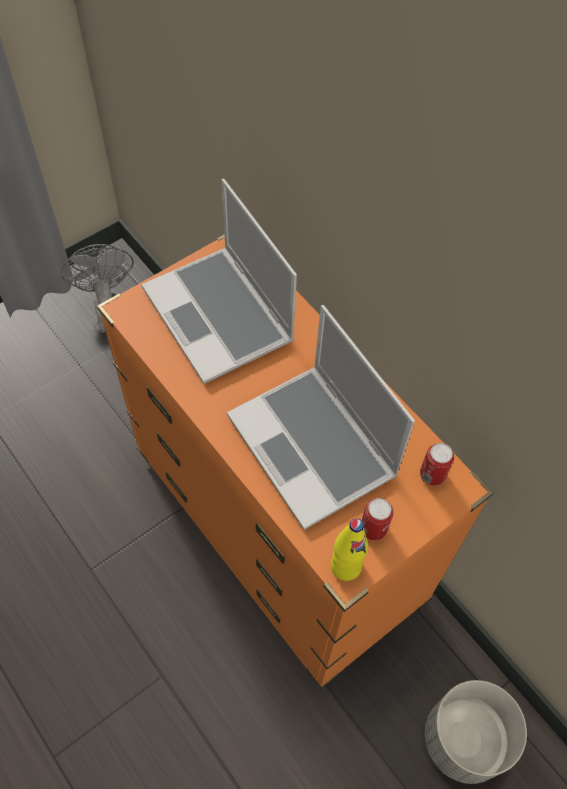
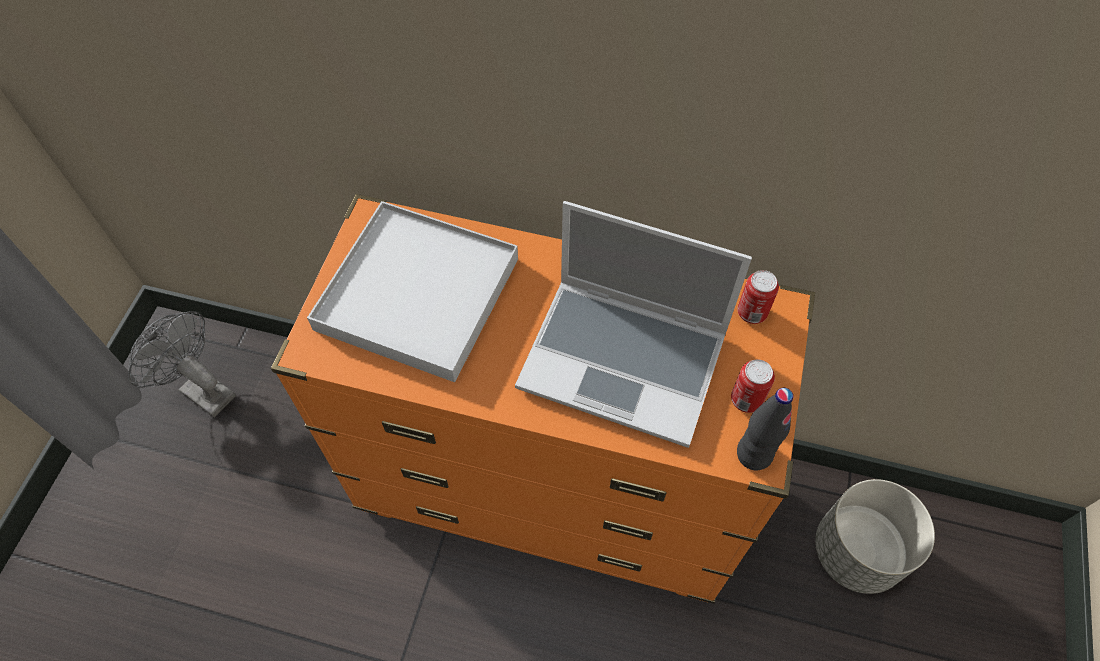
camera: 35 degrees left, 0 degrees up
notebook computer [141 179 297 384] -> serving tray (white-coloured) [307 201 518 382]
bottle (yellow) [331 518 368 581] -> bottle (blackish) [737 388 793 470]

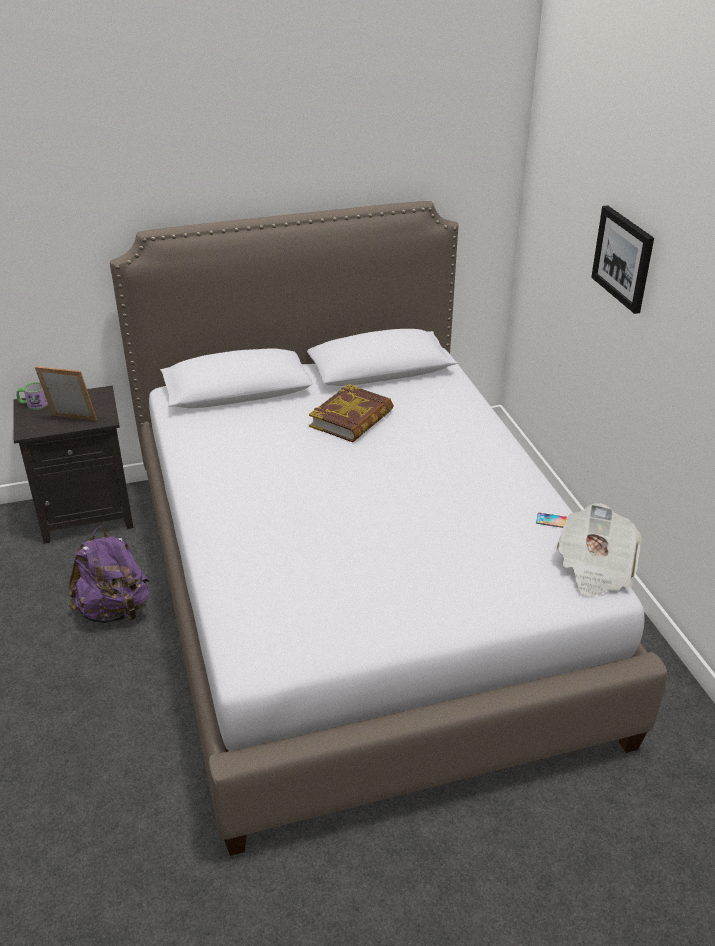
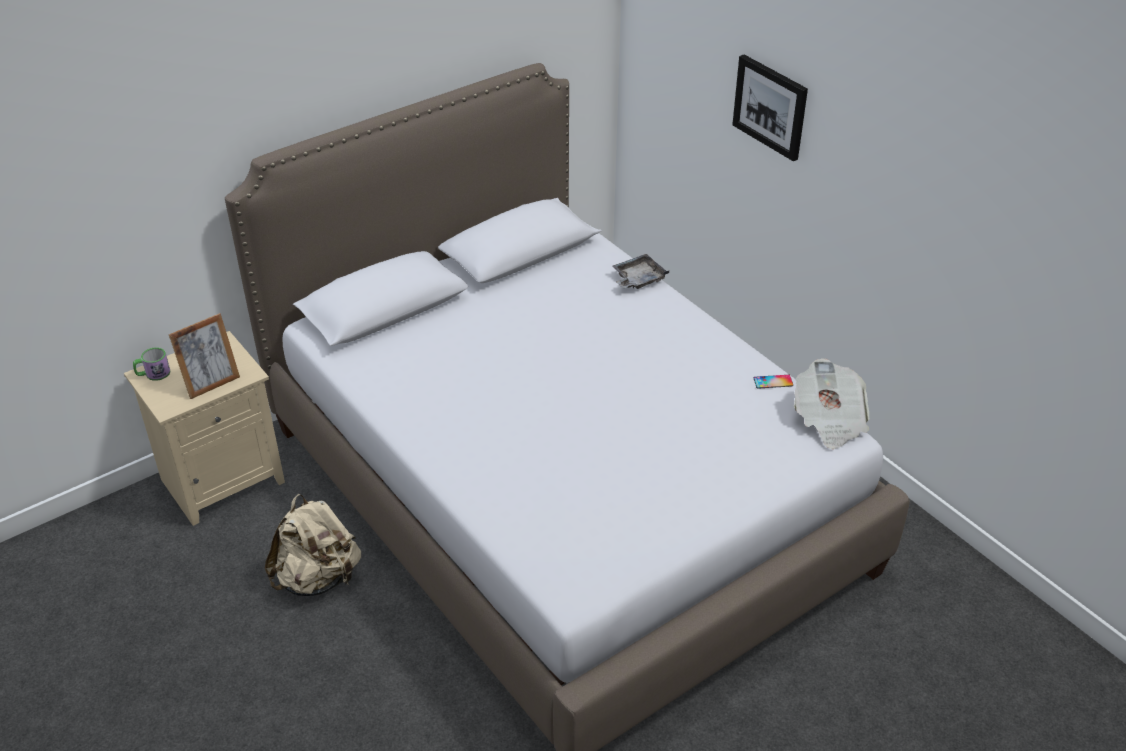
camera: 20 degrees left, 5 degrees up
night table (blackish) [13 386 133 544] -> night table (beige) [124 331 285 526]
picture frame [35 366 97 421] -> picture frame [169 313 240 399], 150 degrees clockwise
rucksack (purple) [68 526 150 623] -> rucksack (beige) [265 494 361 596]
bound book [309 384 393 442] -> none
none -> serving tray (gray) [613 254 670 289]

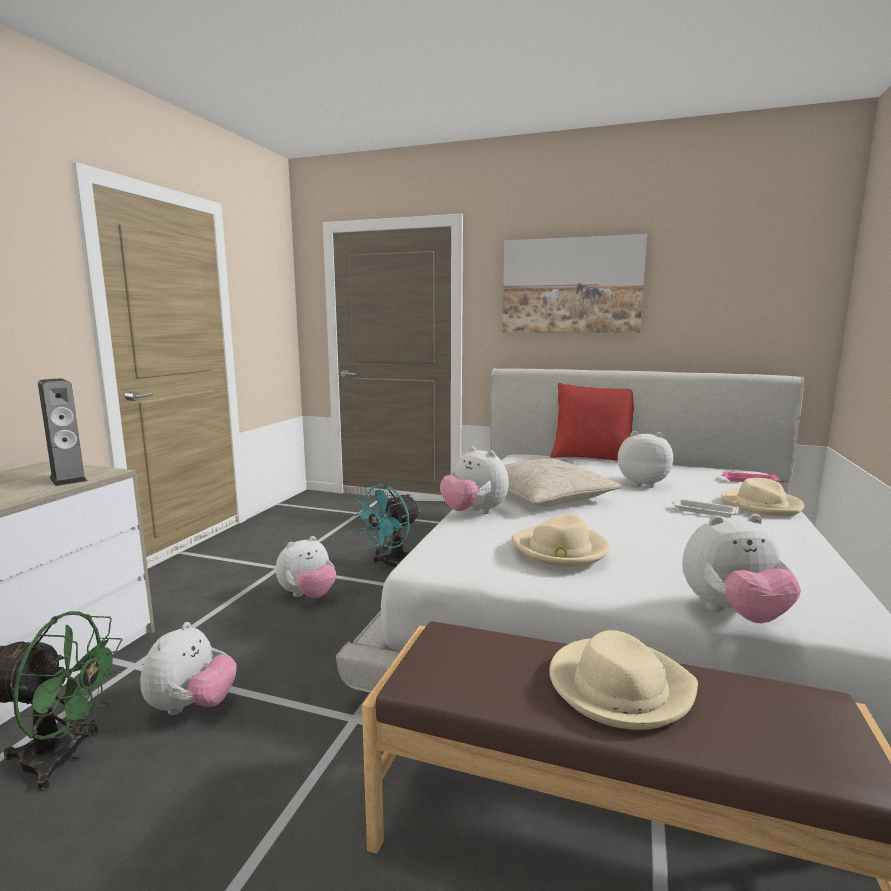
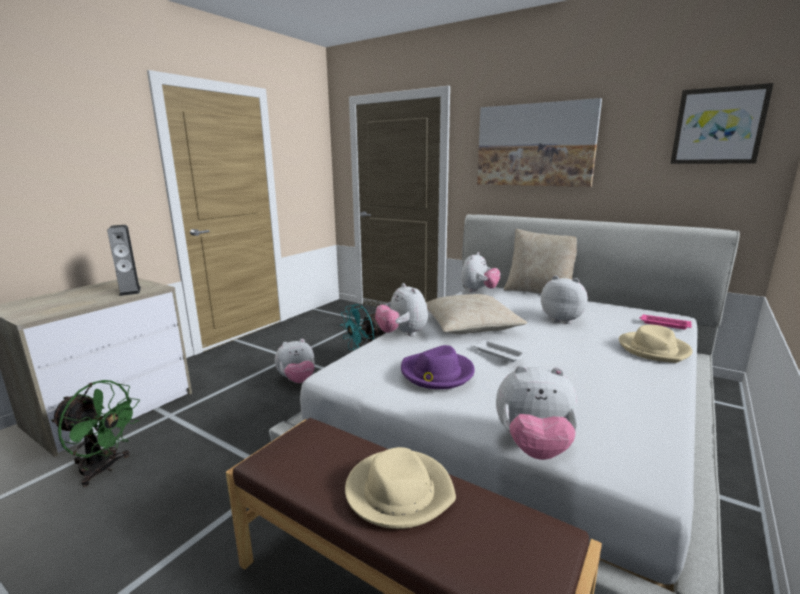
camera: 15 degrees right, 5 degrees up
soft toy [140 622 237 715] -> soft toy [461 252 501 292], moved
hat (beige) [511 514 610 567] -> hat (purple) [401 345 475 389]
cushion (reddish) [550 383 634 461] -> cushion (beige) [504 229 577 293]
serving tray (white-coloured) [672 499 739 518] -> serving tray (white-coloured) [473 340 528 362], moved
none -> wall picture [670 83 774 164]

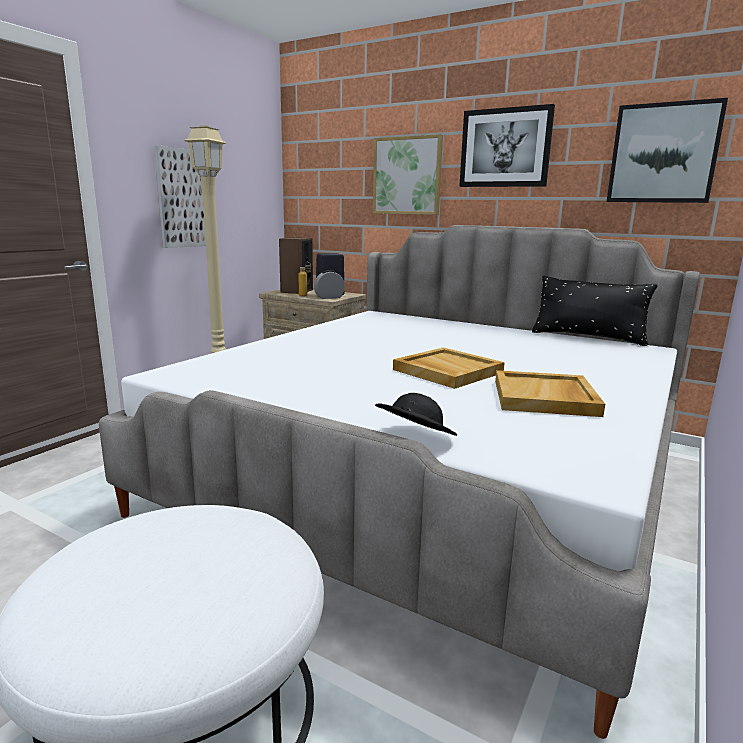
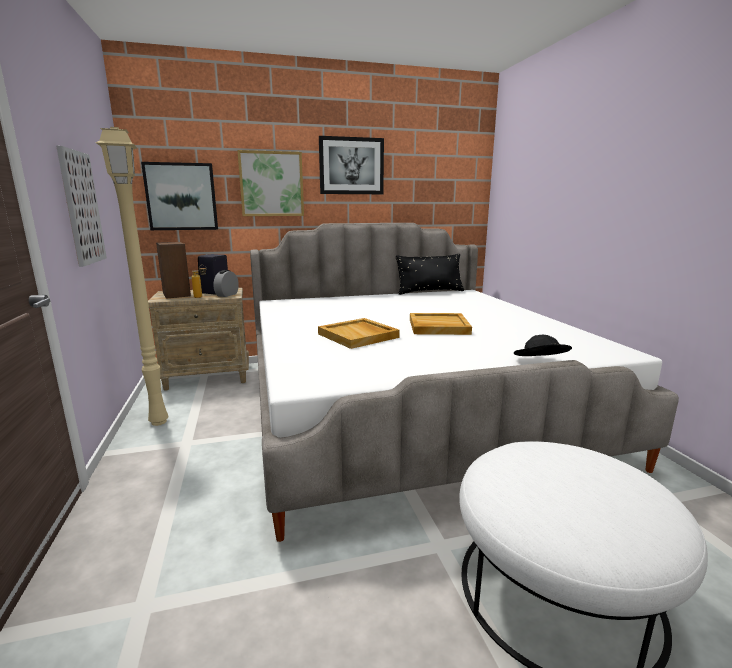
camera: 45 degrees left, 0 degrees up
serving tray (beige) [495 370 605 417] -> serving tray (beige) [318 318 400 349], moved
wall picture [607 98 728 203] -> wall picture [141 162 218 230], moved

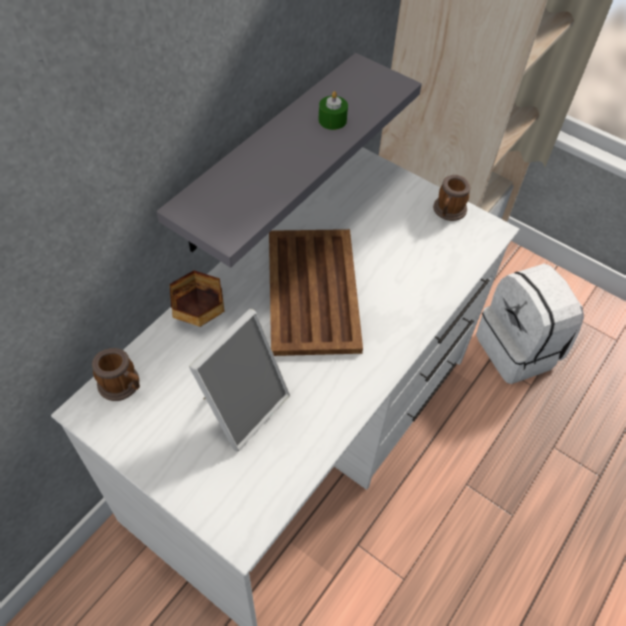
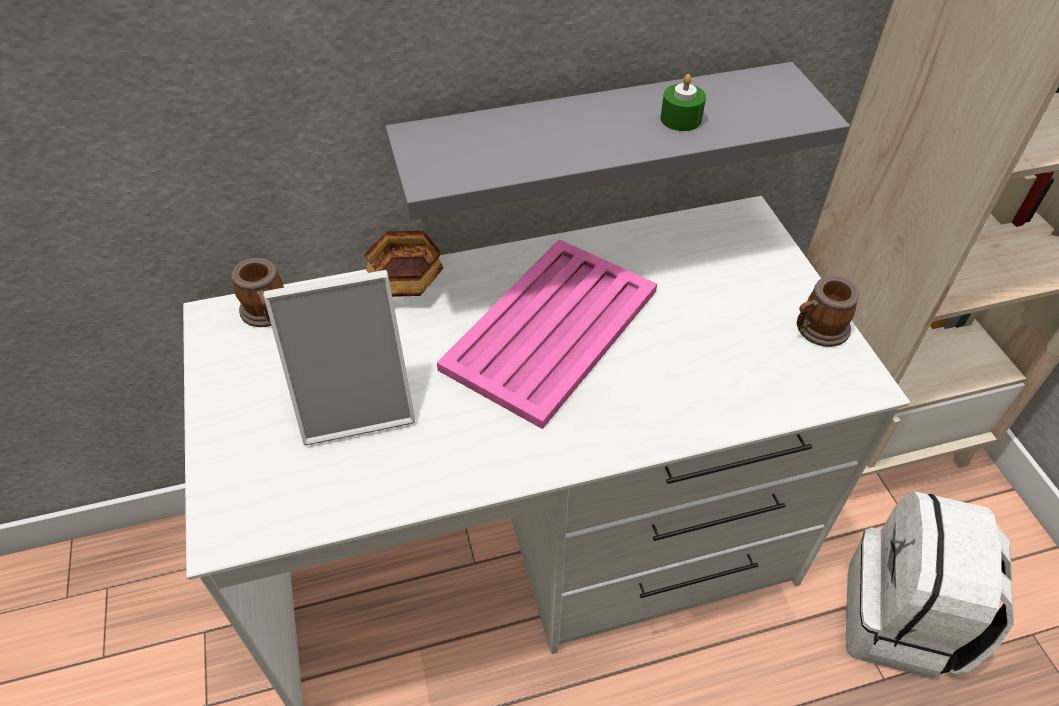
camera: 40 degrees right, 5 degrees down
serving tray (brownish) [269 229 363 356] -> serving tray (pink) [437 239 657 429]

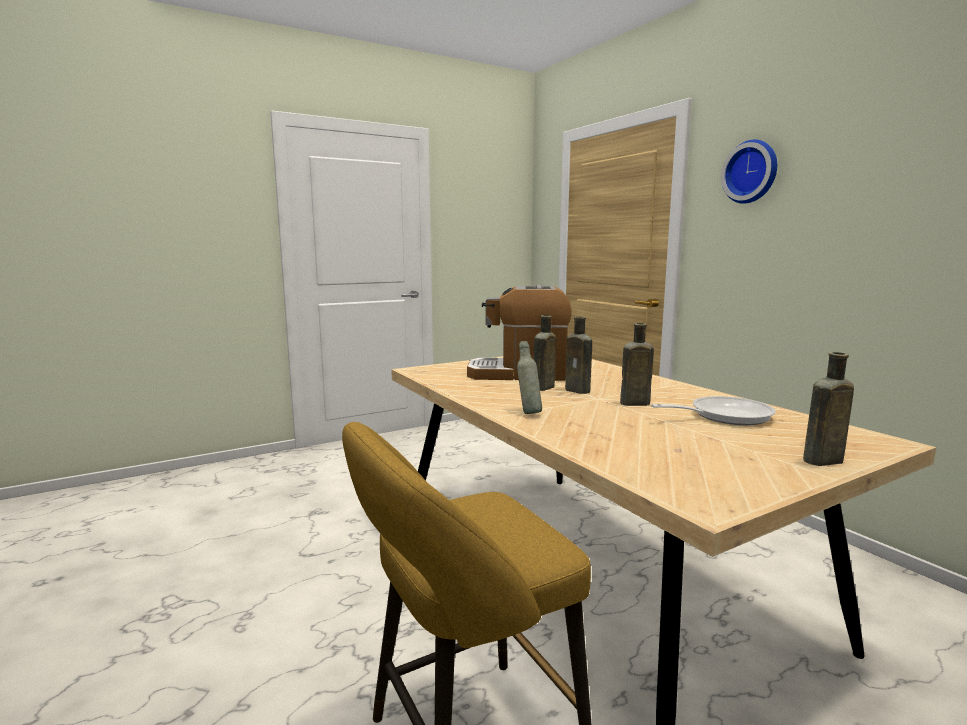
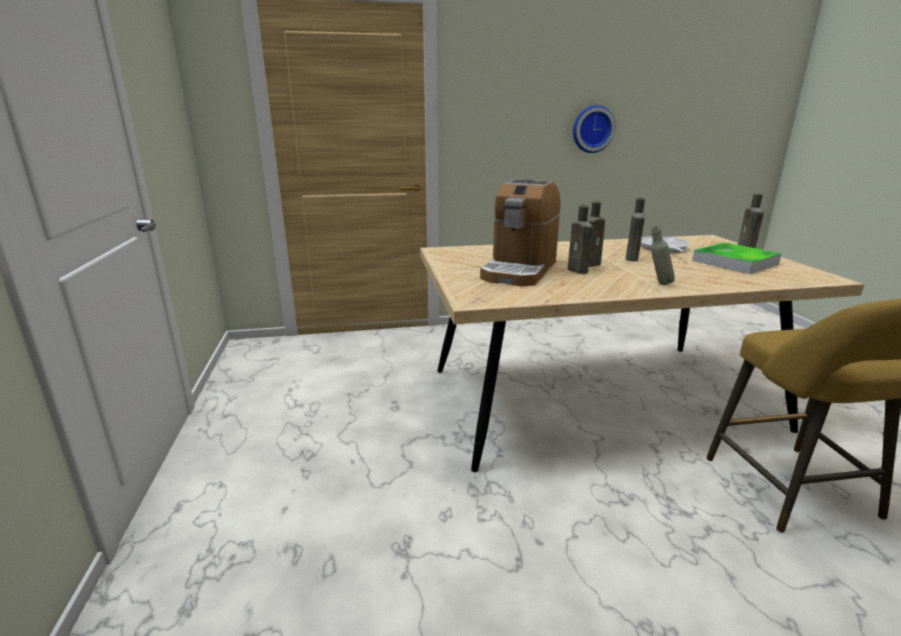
camera: 70 degrees left, 10 degrees up
wall clock [721 140 777 204] -> wall clock [573 105 615 153], moved
none -> serving tray [692 242 782 274]

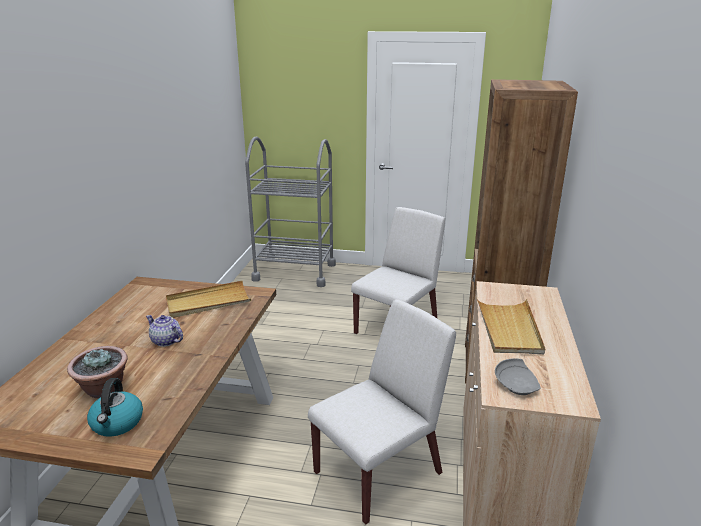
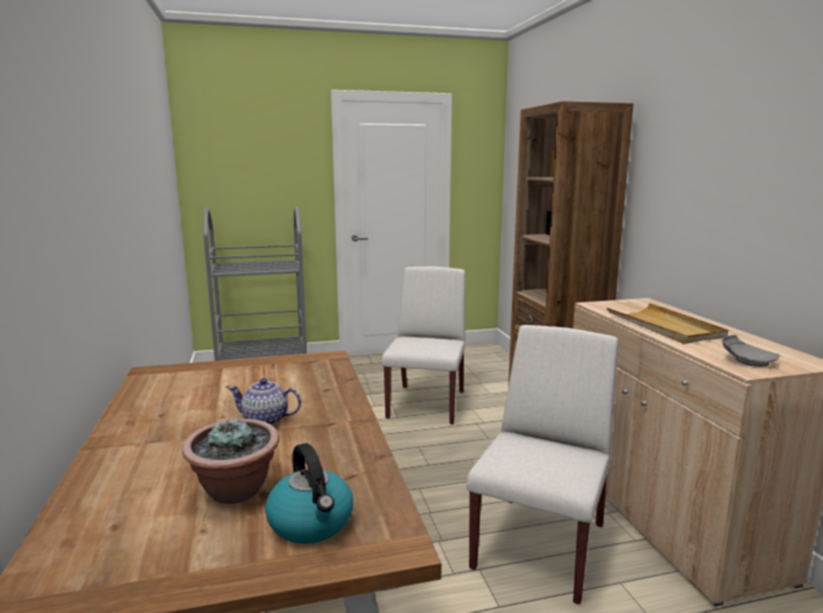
camera: 25 degrees left, 10 degrees down
serving tray (beige) [166 281 251 318] -> none

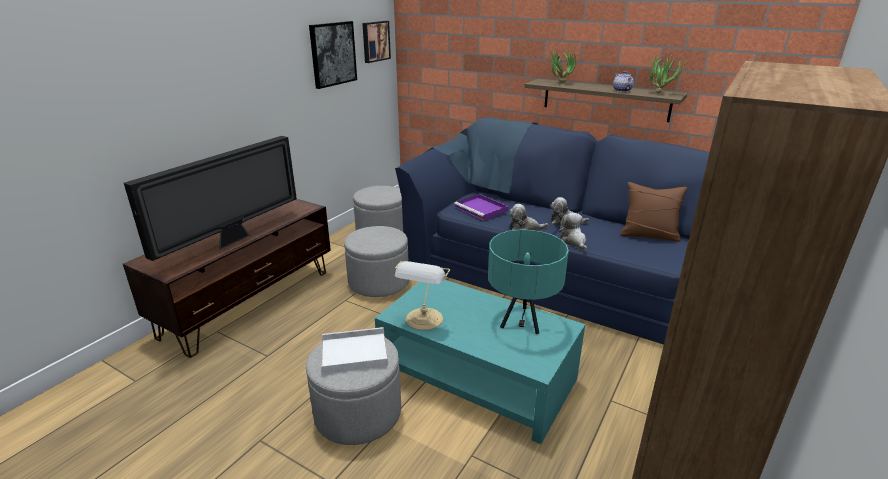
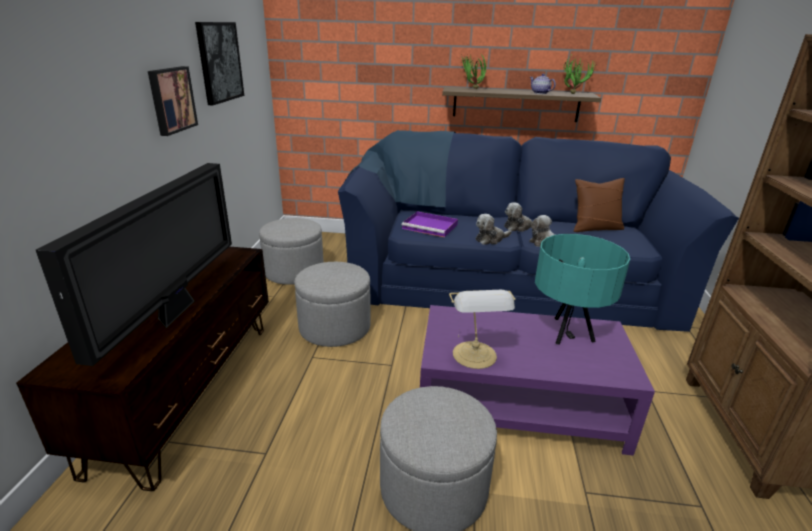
camera: 25 degrees left, 0 degrees up
serving tray (white-coloured) [321 327 388 374] -> none
wall picture [362 21 391 63] -> wall picture [148 66 198 136], moved
lounge table (turquoise-coloured) [375 280 585 444] -> lounge table (purple) [420 305 655 456]

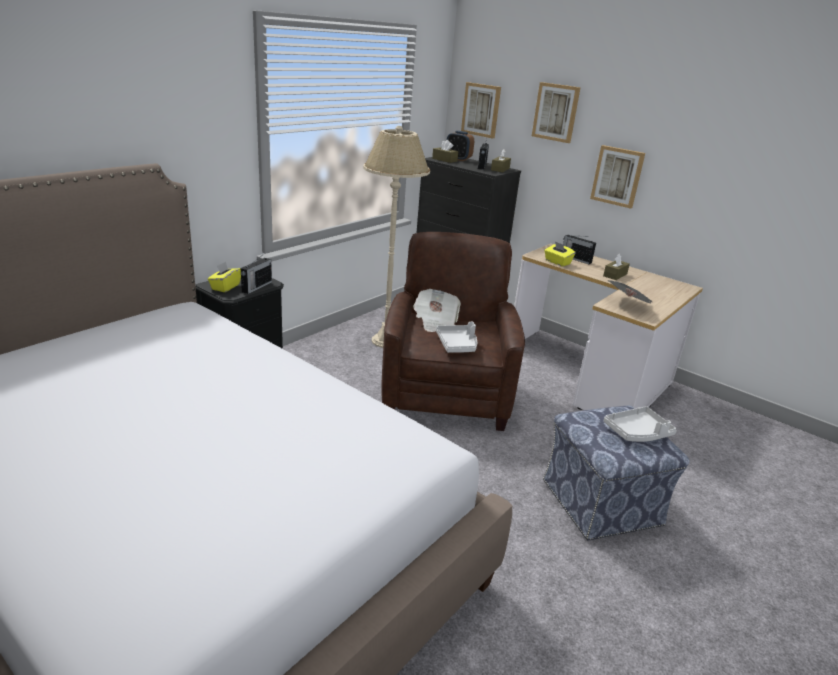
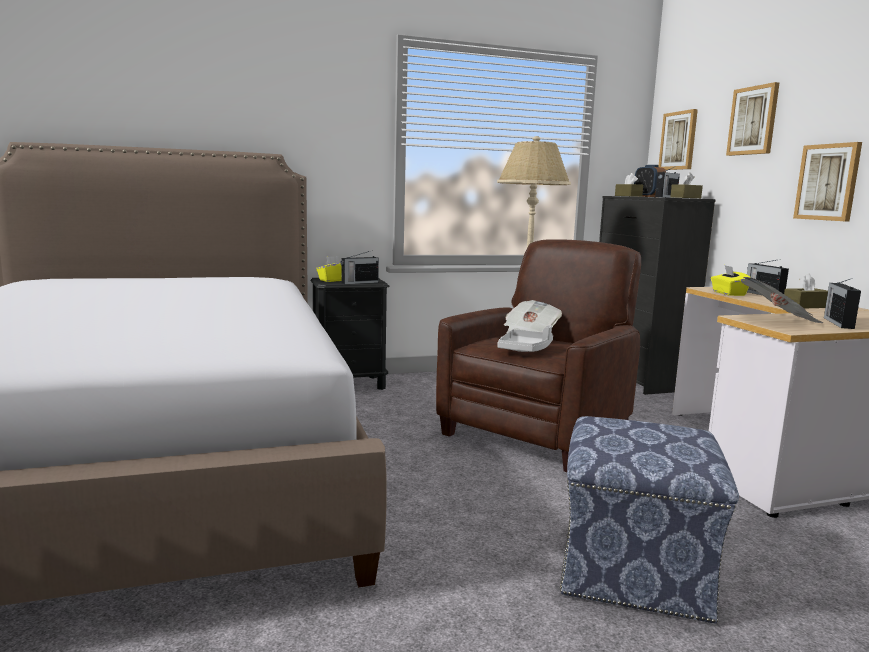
camera: 35 degrees right, 15 degrees down
serving tray (gray) [604 406 677 442] -> none
none -> radio [824 278 861 329]

